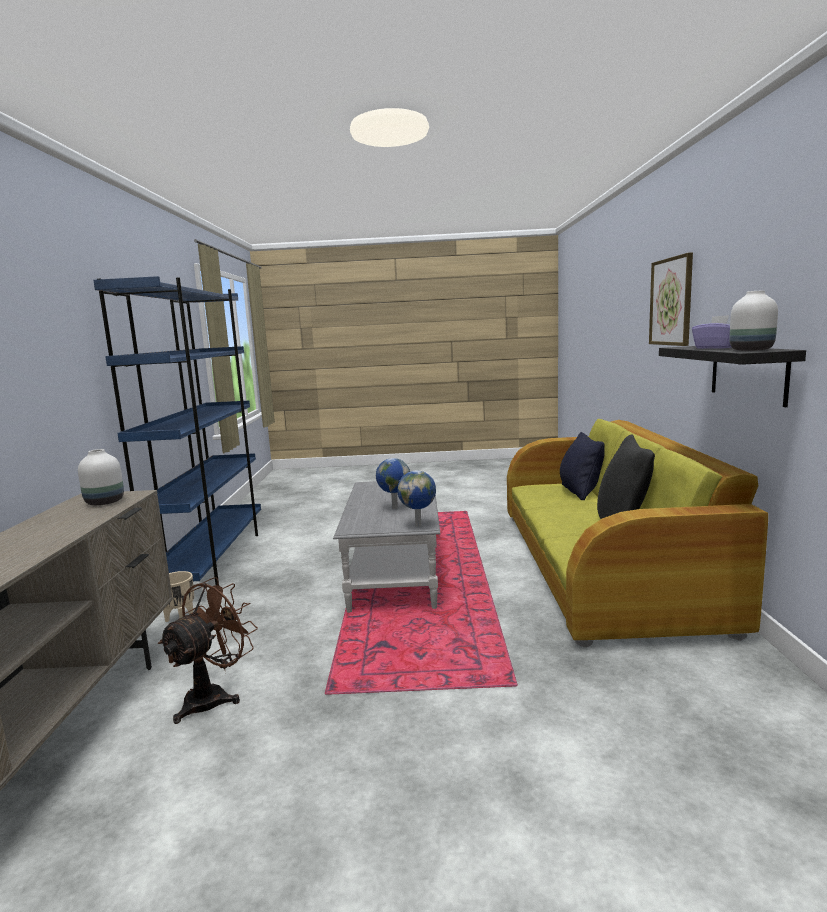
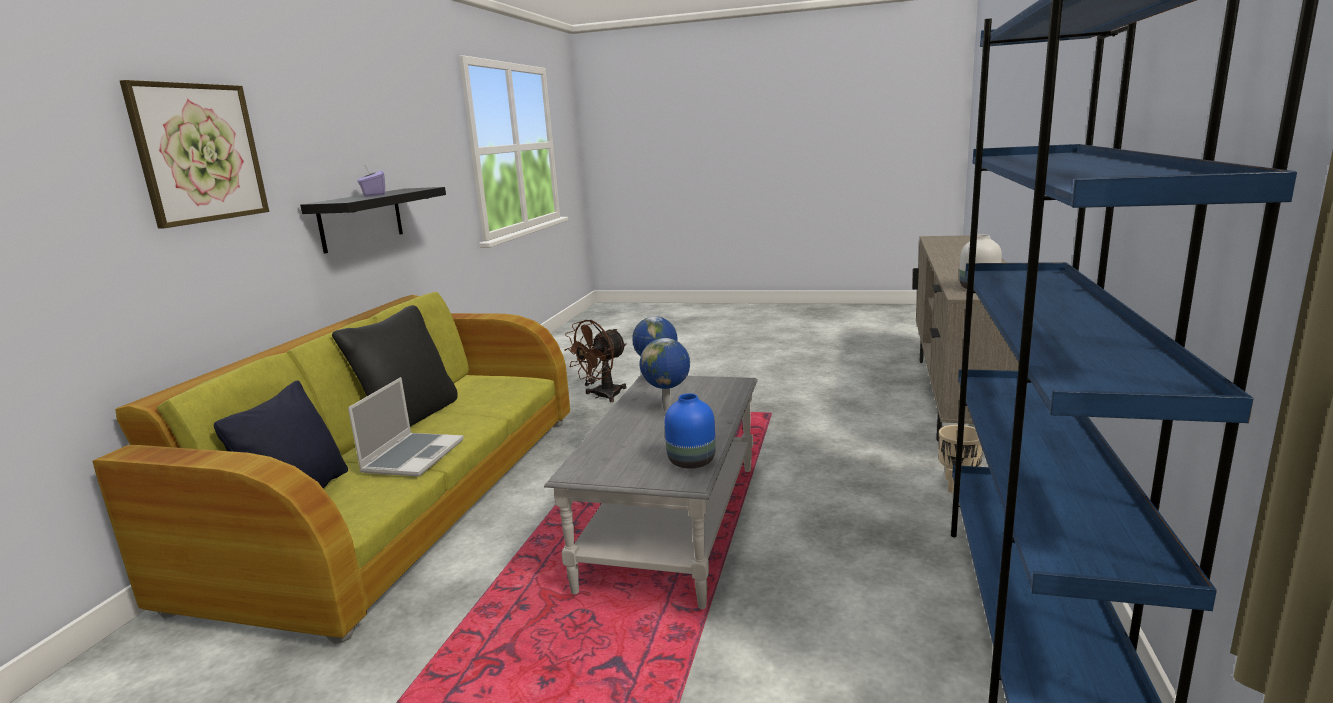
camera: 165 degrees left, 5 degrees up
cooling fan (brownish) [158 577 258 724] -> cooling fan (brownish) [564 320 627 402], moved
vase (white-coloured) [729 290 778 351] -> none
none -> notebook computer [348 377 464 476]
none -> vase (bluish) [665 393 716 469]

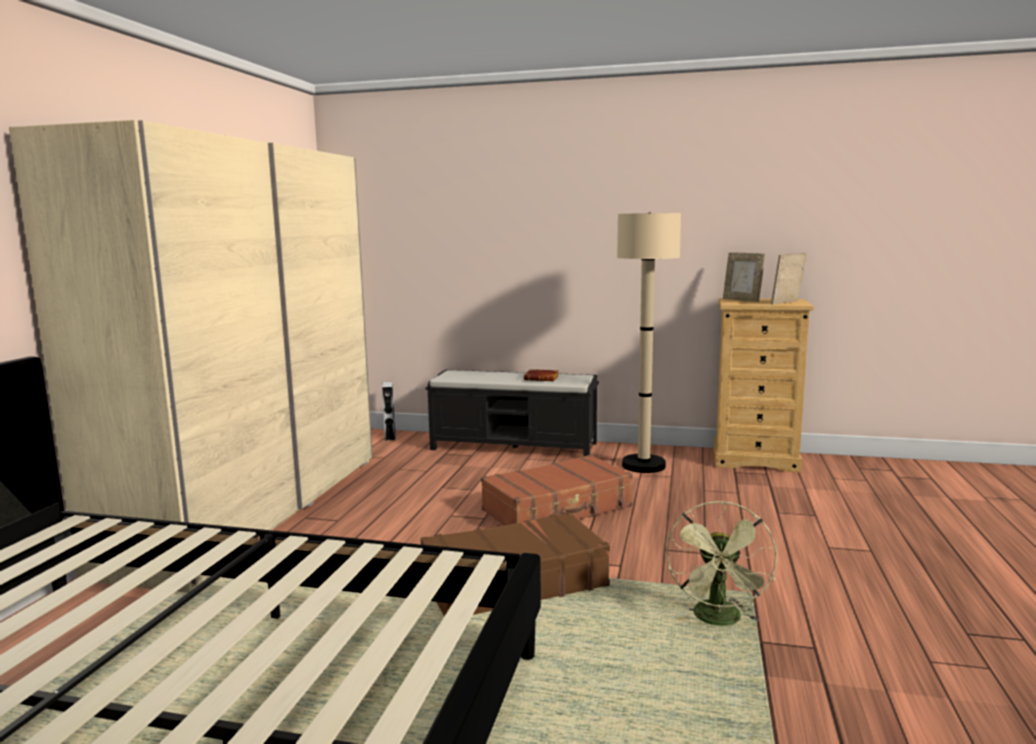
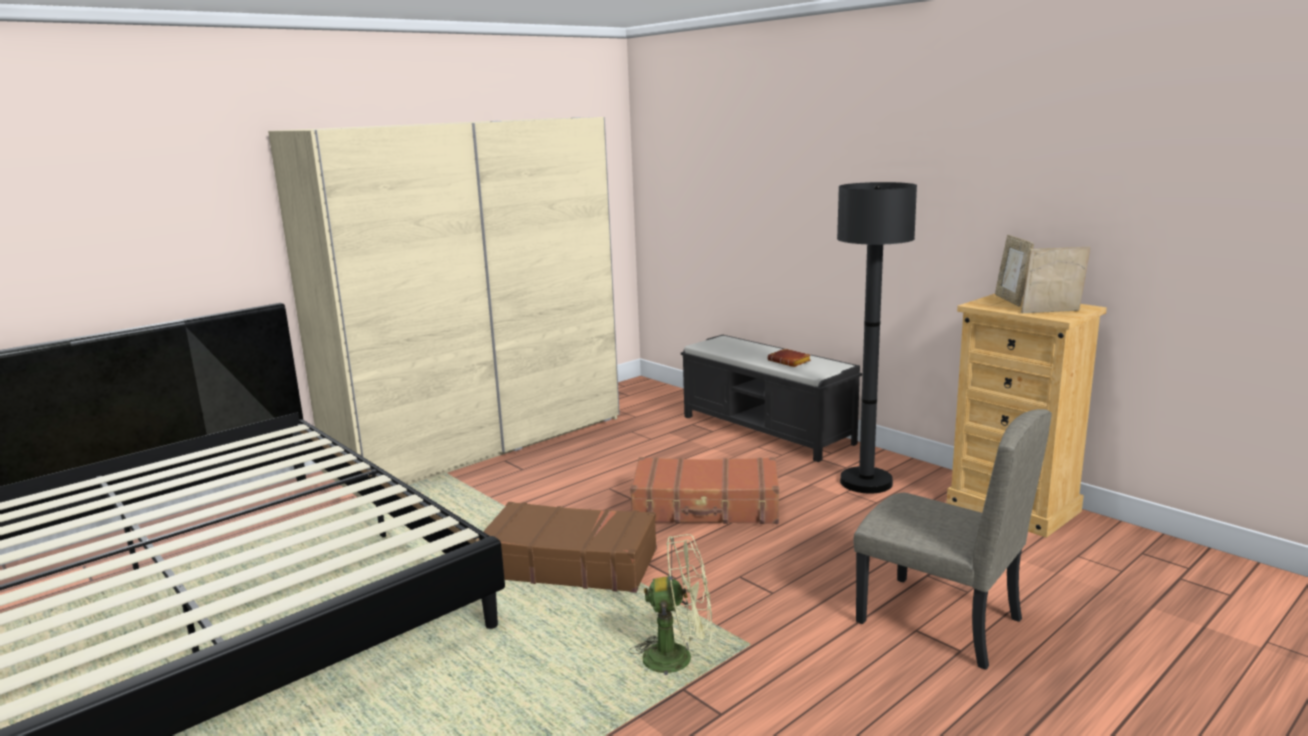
camera: 35 degrees right, 5 degrees up
audio speaker (gray) [382 381 396 441] -> none
floor lamp (beige) [617 212 681 473] -> floor lamp (blackish) [837 182 917 494]
cooling fan (green) [666 501 777 626] -> cooling fan (green) [629 534 712 685], 135 degrees counterclockwise
none -> chair (beige) [853 409 1052 670]

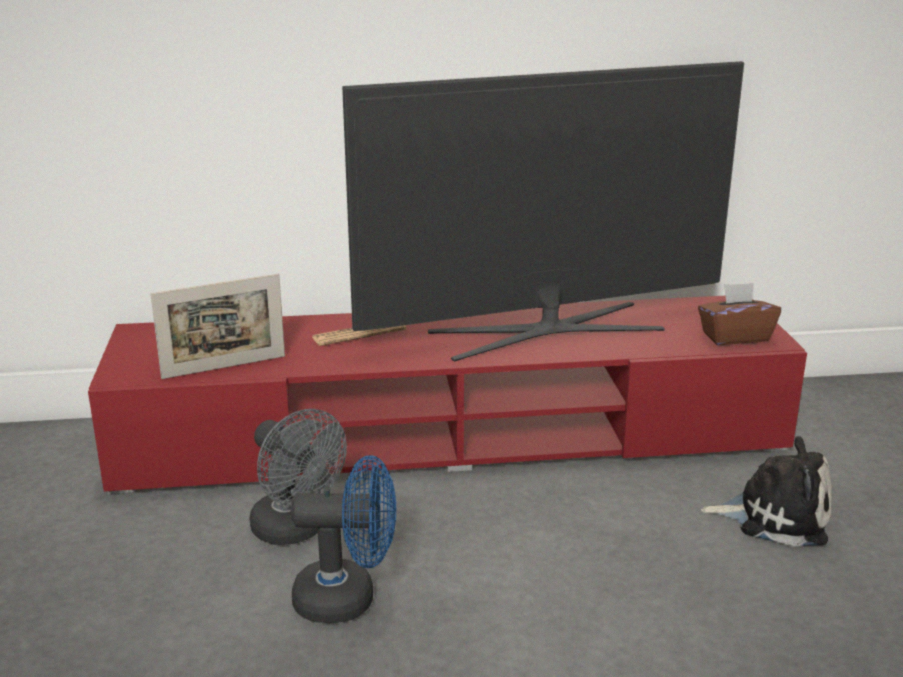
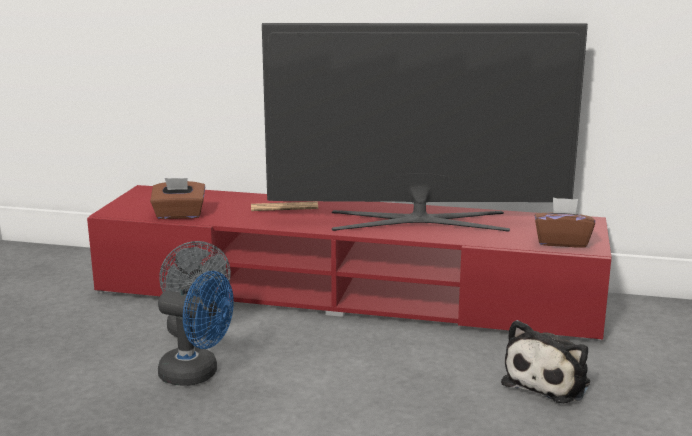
camera: 20 degrees right, 5 degrees down
picture frame [151 274 285 379] -> box of tissues (brownish) [150 178 205 219]
soft toy [701 436 832 547] -> soft toy [501 320 590 403], 90 degrees clockwise

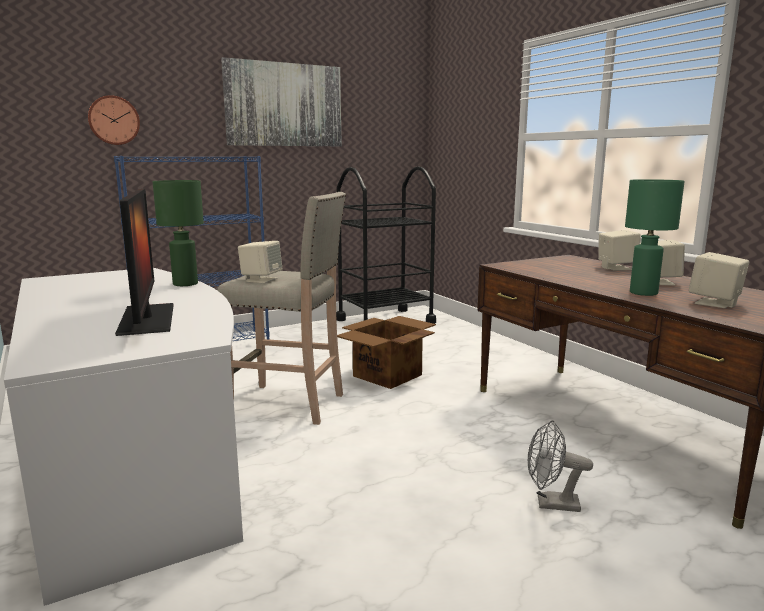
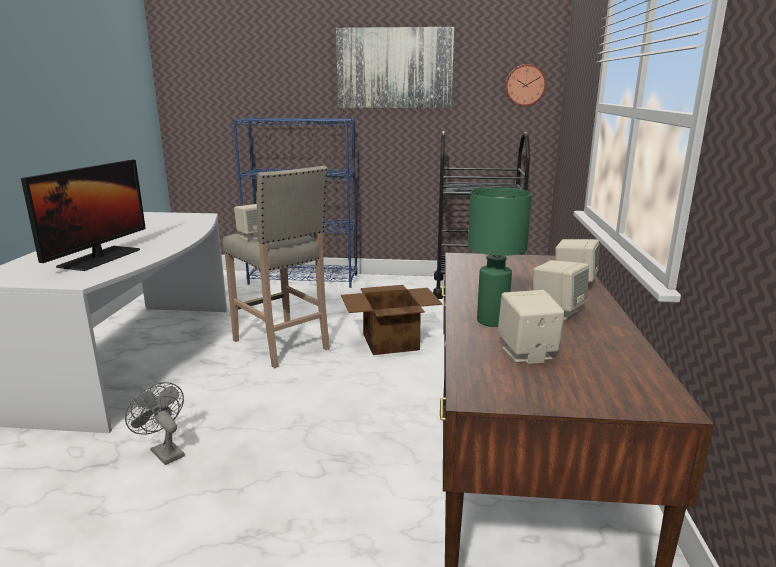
camera: 35 degrees right, 5 degrees up
wall clock [88 95 140 145] -> wall clock [505 64 546 106], moved
table lamp (green) [152 180 204 286] -> none
cooling fan (gray) [528 420 593 512] -> cooling fan (gray) [125 382 184 465], moved

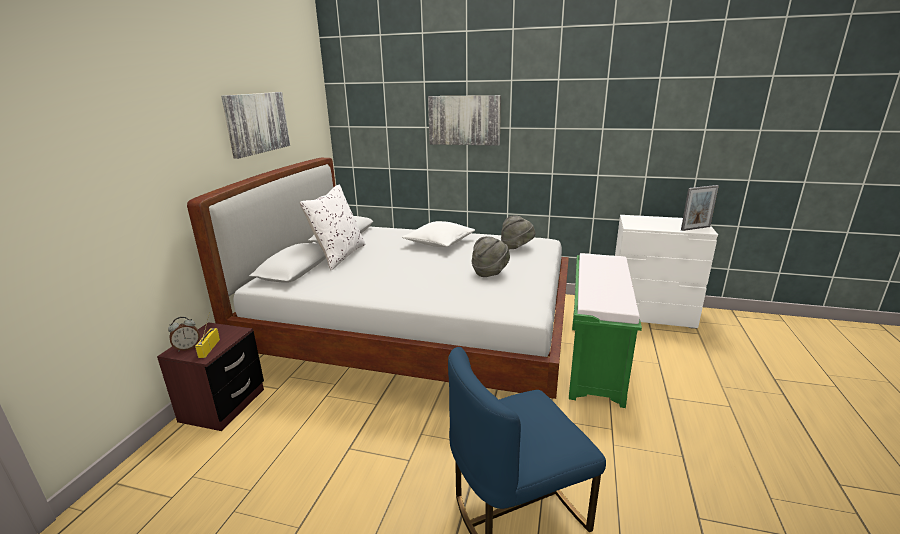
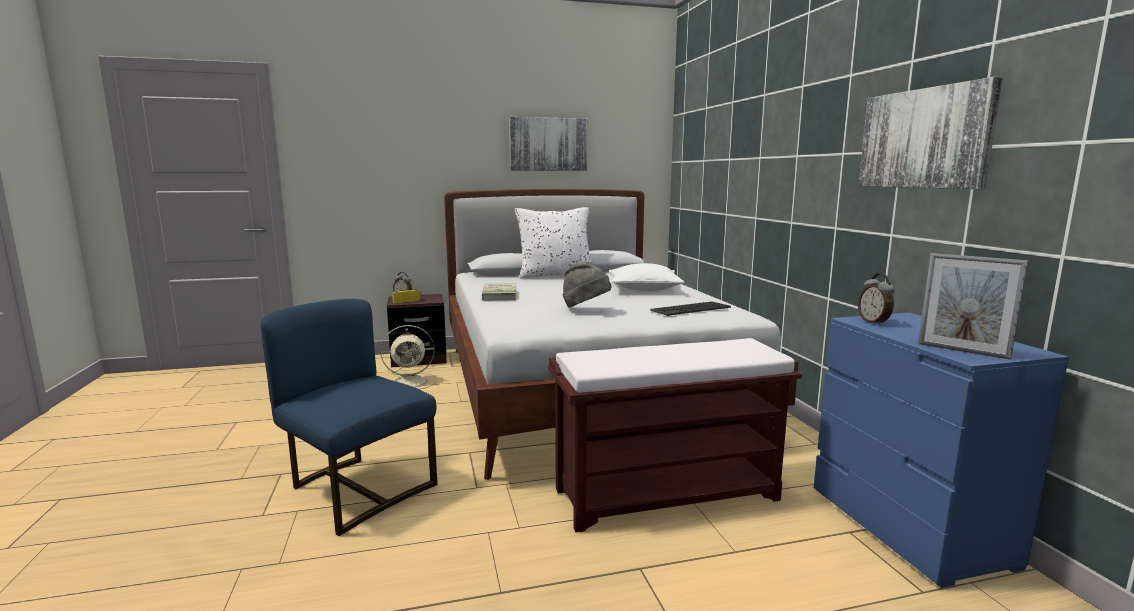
camera: 60 degrees right, 10 degrees down
wall picture [428 95 501 146] -> wall picture [858 77 1002 189], moved
hat (gray) [501 215 535 249] -> keyboard [650 301 731 316]
bench (green) [569 253 642 408] -> bench (brownish) [548 338 802 533]
chest of drawers (white-coloured) [615 215 718 329] -> chest of drawers (bluish) [814 313 1069 588]
none -> cooling fan (beige) [381 325 437 389]
none -> bound book [482 283 517 301]
none -> table clock [858 273 895 325]

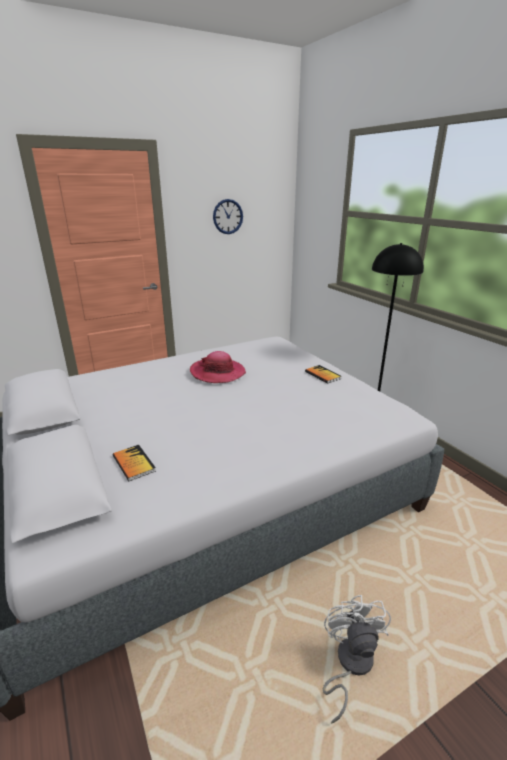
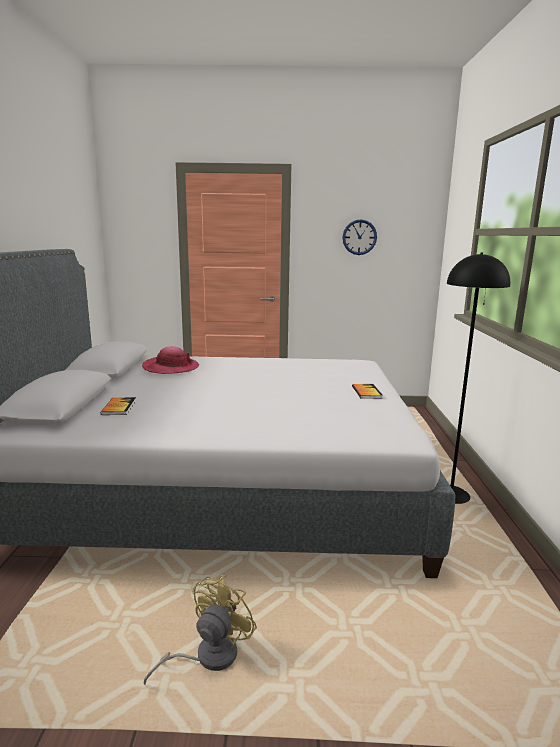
camera: 30 degrees right, 10 degrees down
hat [190 351 246 383] -> hat [142 346 199 374], moved
cooling fan (white-coloured) [323 595 391 723] -> cooling fan (yellow) [144 575 257 685]

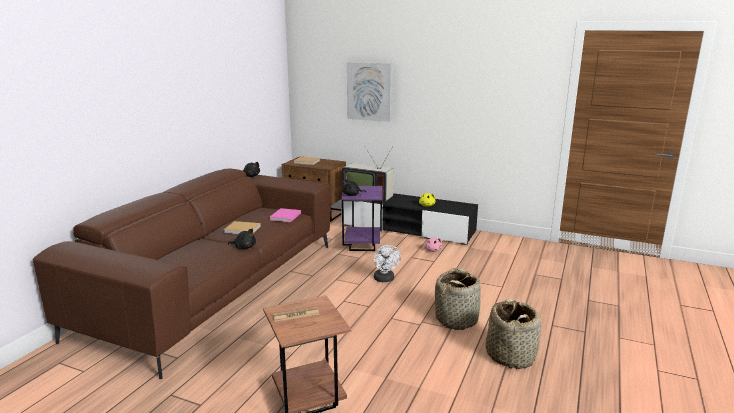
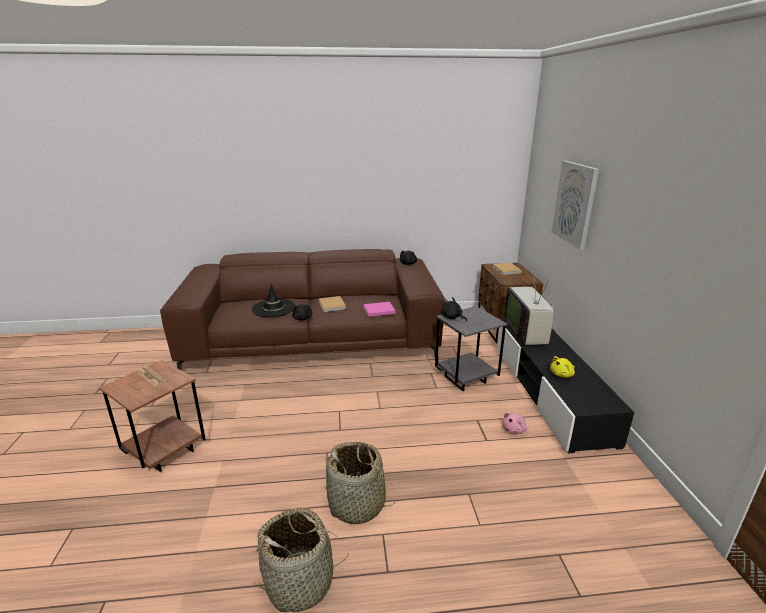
camera: 60 degrees right, 5 degrees up
end table (purple) [341 186 382 251] -> end table (gray) [435 306 507 391]
cooling fan (white-coloured) [374 245 401 282] -> none
none -> hat (blackish) [252 284 296 317]

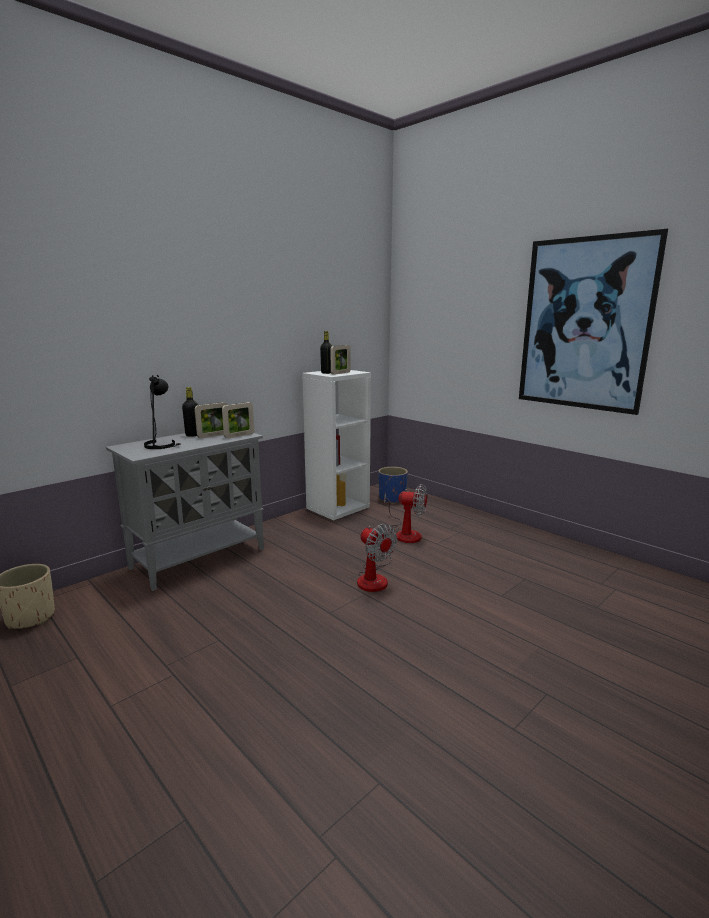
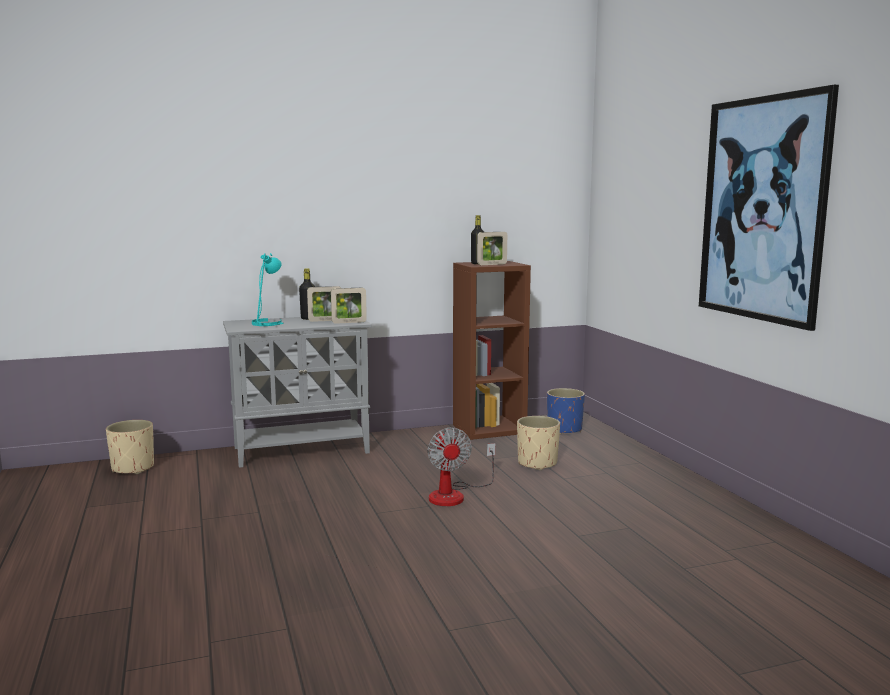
camera: 25 degrees right, 5 degrees down
table lamp (blackish) [144 375 181 449] -> table lamp (turquoise-coloured) [252 253 284 326]
bookshelf (white-coloured) [302 370 371 520] -> bookshelf (brownish) [453 261 531 440]
cooling fan [384 484 428 543] -> flower pot (beige) [517 416 560 470]

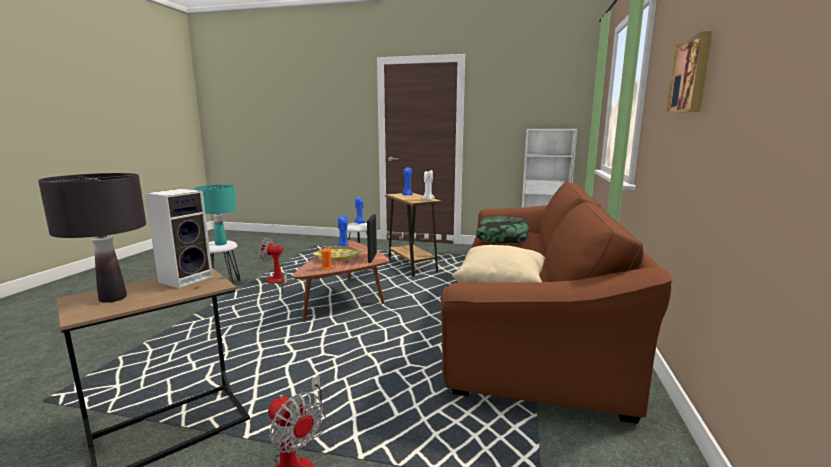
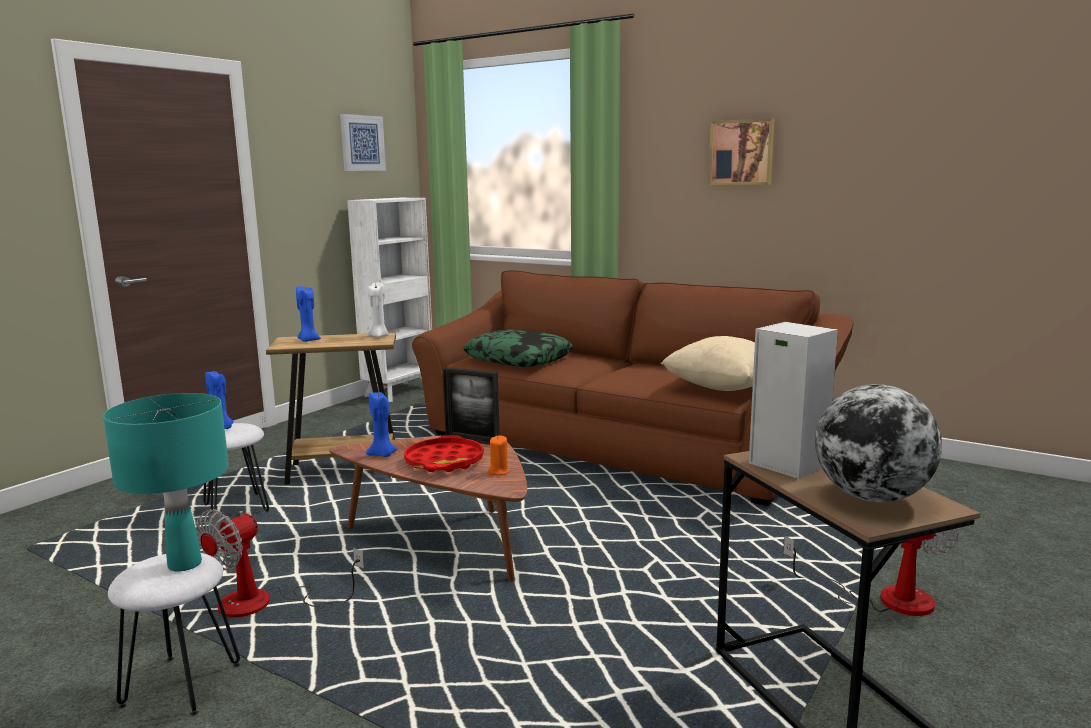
camera: 70 degrees left, 0 degrees up
table lamp (blackish) [38 173 146 303] -> desk globe [815 384 942 502]
serving tray (yellow) [313 246 362 262] -> serving tray (reddish) [404 435 484 472]
none -> wall picture [340 114 386 171]

